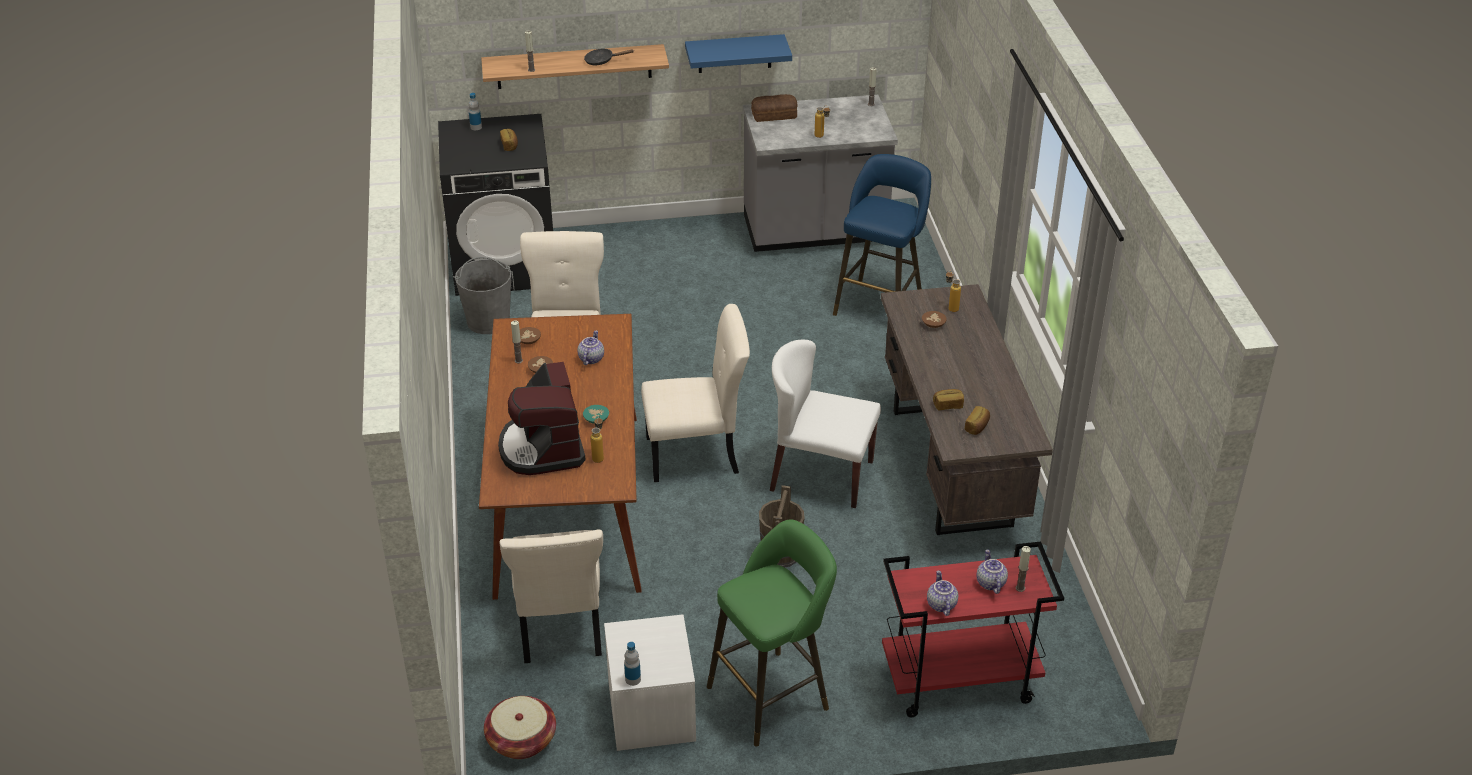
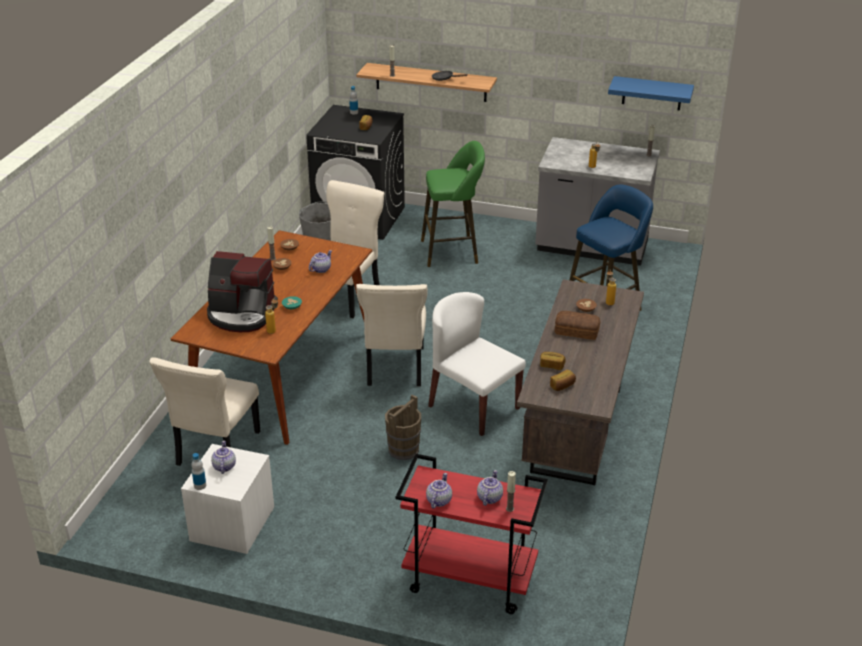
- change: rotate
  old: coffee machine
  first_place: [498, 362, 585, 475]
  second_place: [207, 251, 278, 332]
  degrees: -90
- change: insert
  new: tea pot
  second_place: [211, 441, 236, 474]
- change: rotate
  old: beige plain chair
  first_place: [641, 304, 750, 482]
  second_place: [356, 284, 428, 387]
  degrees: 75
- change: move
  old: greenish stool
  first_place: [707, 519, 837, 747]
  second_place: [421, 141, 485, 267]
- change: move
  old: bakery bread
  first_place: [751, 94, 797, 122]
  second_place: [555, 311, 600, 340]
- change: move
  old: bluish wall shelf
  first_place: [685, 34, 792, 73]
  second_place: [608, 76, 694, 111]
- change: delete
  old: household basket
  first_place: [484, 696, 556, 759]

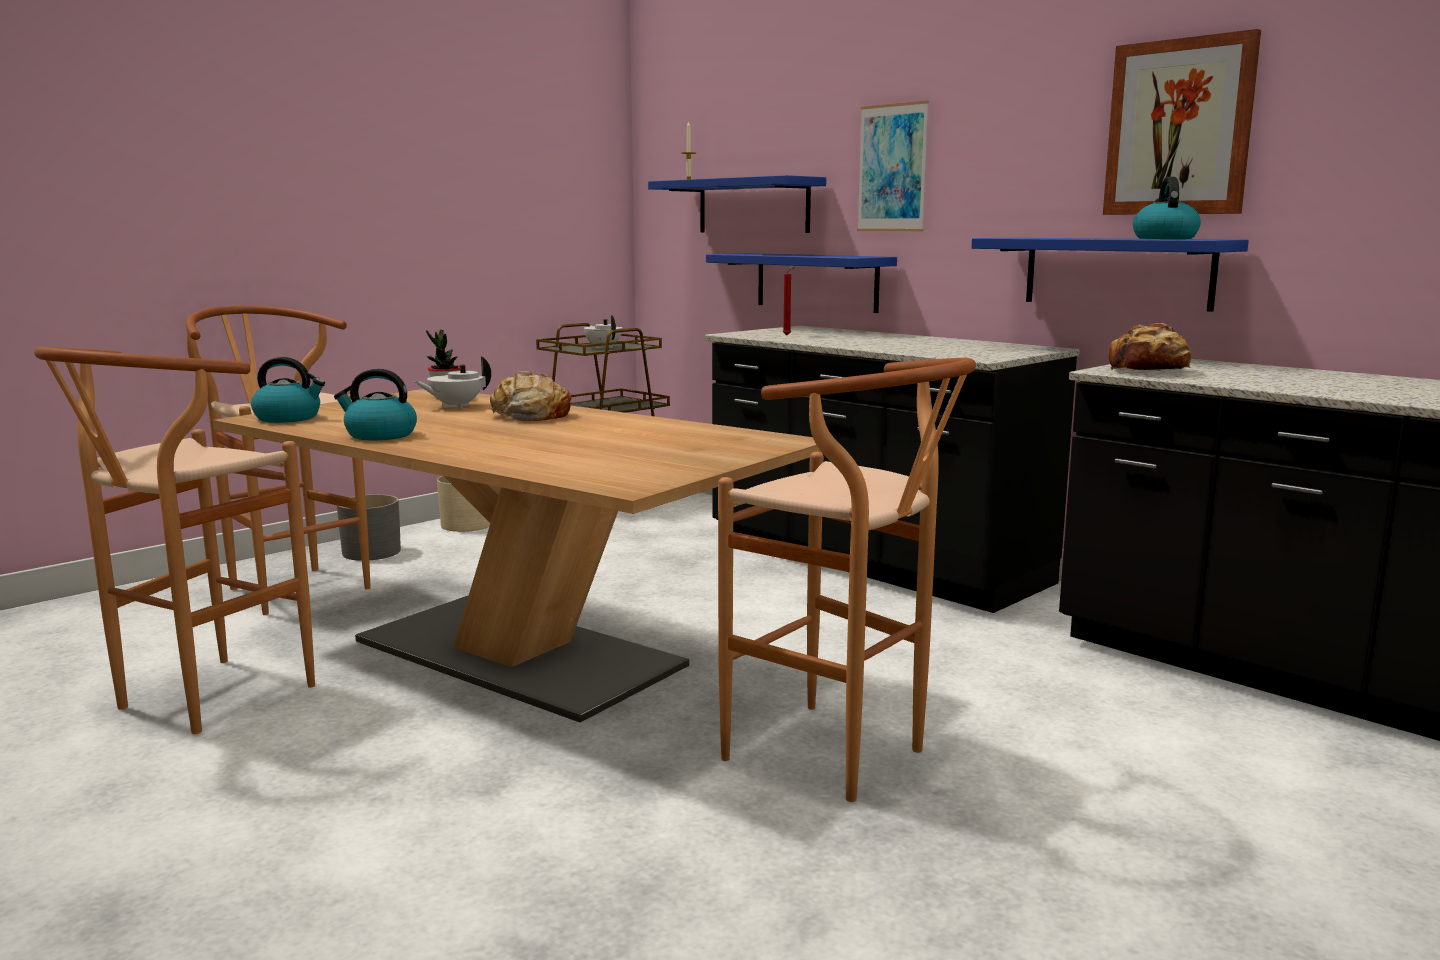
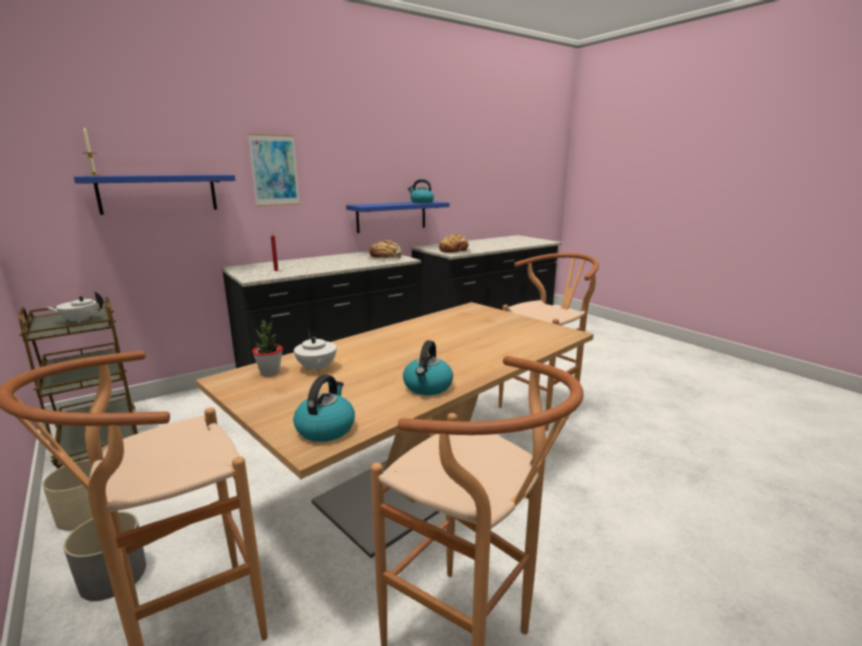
- change: move
  old: bakery bread
  first_place: [490, 371, 572, 421]
  second_place: [369, 240, 402, 259]
- change: delete
  old: bluish wall shelf
  first_place: [706, 253, 897, 313]
- change: delete
  old: picture
  first_place: [1103, 29, 1261, 215]

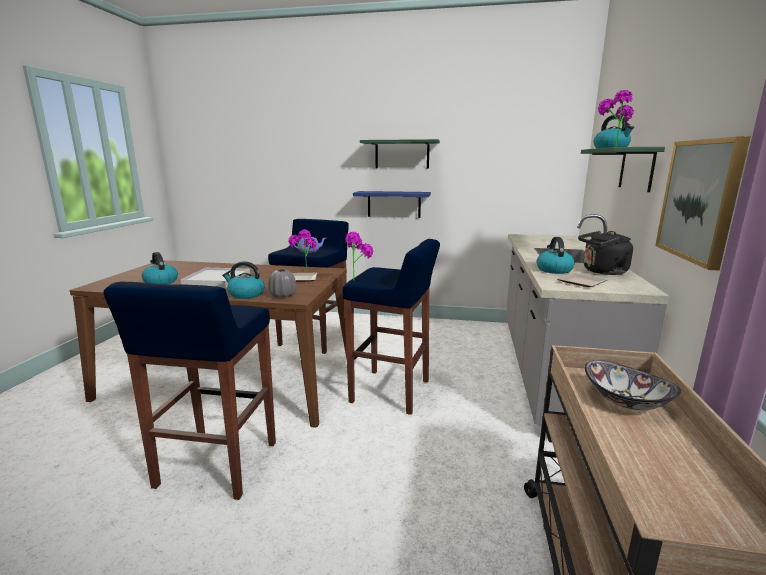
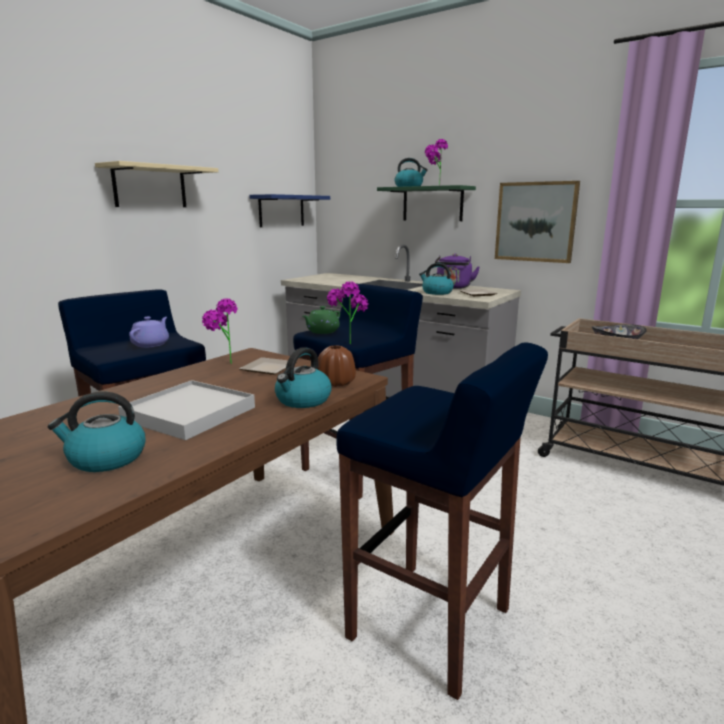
- change: recolor
  old: greenish wall shelf
  new: beige wall shelf
  first_place: [360, 139, 440, 168]
  second_place: [95, 161, 219, 207]
- change: move
  old: bluish wall shelf
  first_place: [353, 191, 431, 218]
  second_place: [249, 194, 330, 227]
- change: insert
  new: greenish tea pot
  second_place: [303, 306, 340, 334]
- change: recolor
  old: gray vase
  new: brown-coloured vase
  first_place: [268, 269, 297, 298]
  second_place: [318, 345, 356, 387]
- change: recolor
  old: black-coloured kettle
  new: purple-coloured kettle
  first_place: [578, 231, 633, 275]
  second_place: [435, 253, 480, 289]

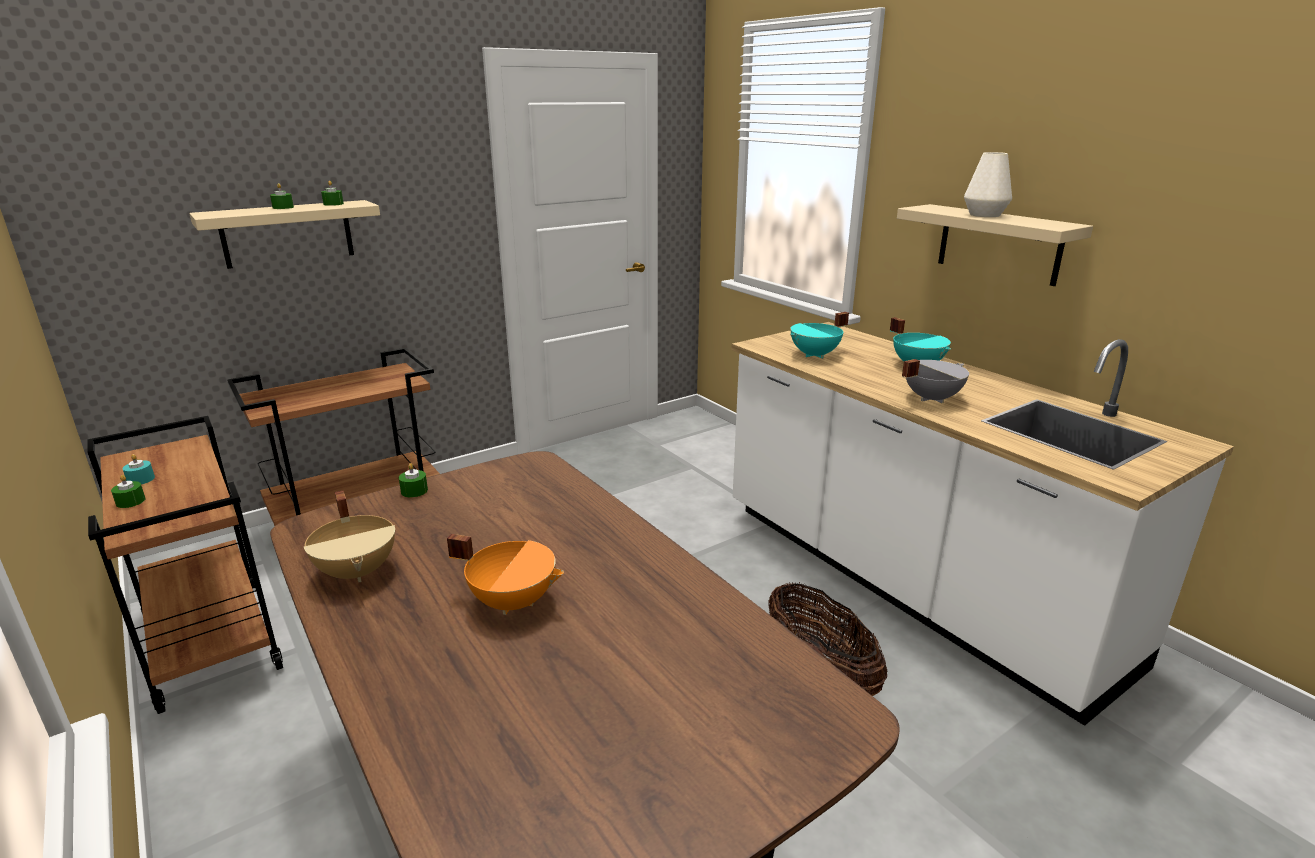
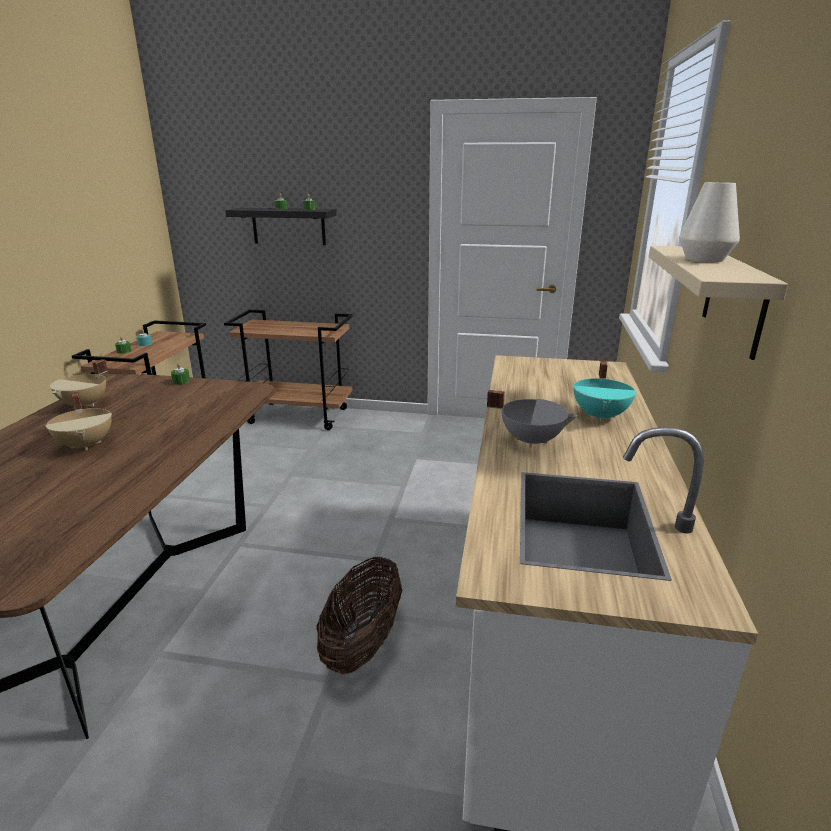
- change: recolor
  old: orange-coloured stockpot
  new: beige stockpot
  first_place: [447, 534, 564, 615]
  second_place: [46, 392, 112, 450]
- change: recolor
  old: beige wall shelf
  new: black-coloured wall shelf
  first_place: [189, 200, 380, 269]
  second_place: [225, 208, 337, 245]
- change: delete
  old: turquoise stockpot
  first_place: [790, 312, 849, 359]

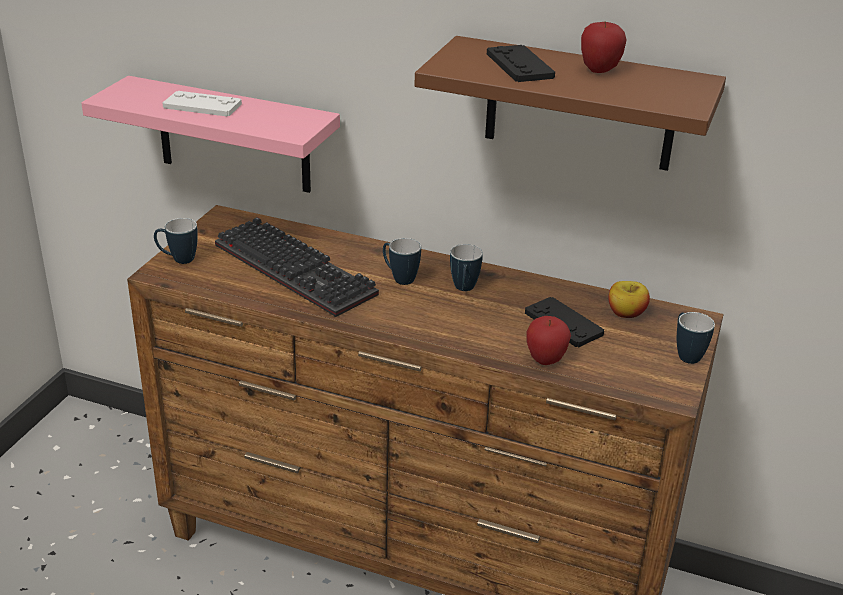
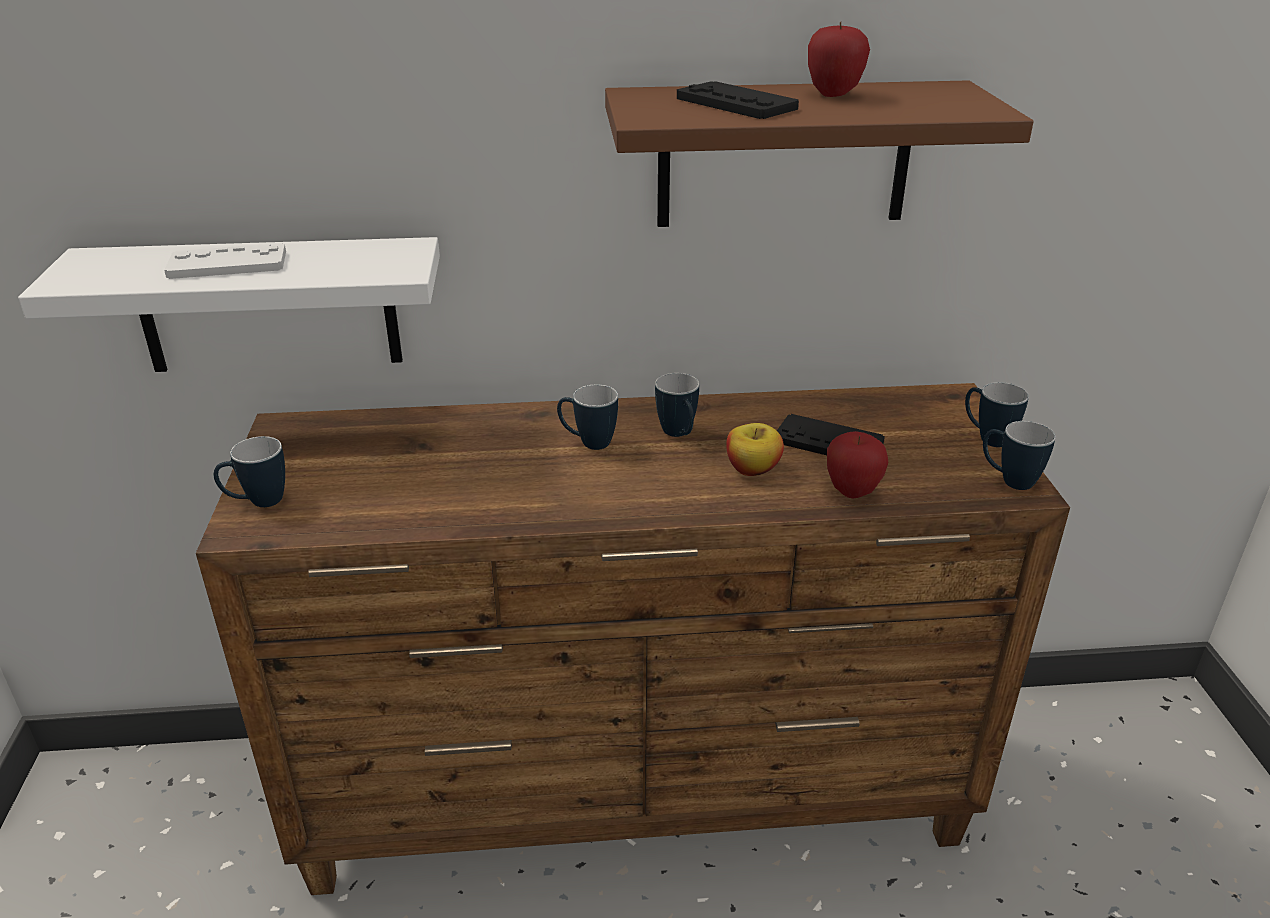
- change: recolor
  old: pink-coloured wall shelf
  new: whitish wall shelf
  first_place: [81, 76, 340, 193]
  second_place: [18, 237, 440, 372]
- change: move
  old: whole apple
  first_place: [608, 281, 650, 318]
  second_place: [726, 423, 784, 476]
- change: insert
  new: tea mug
  second_place: [983, 421, 1056, 490]
- change: delete
  old: keyboard
  first_place: [215, 217, 379, 317]

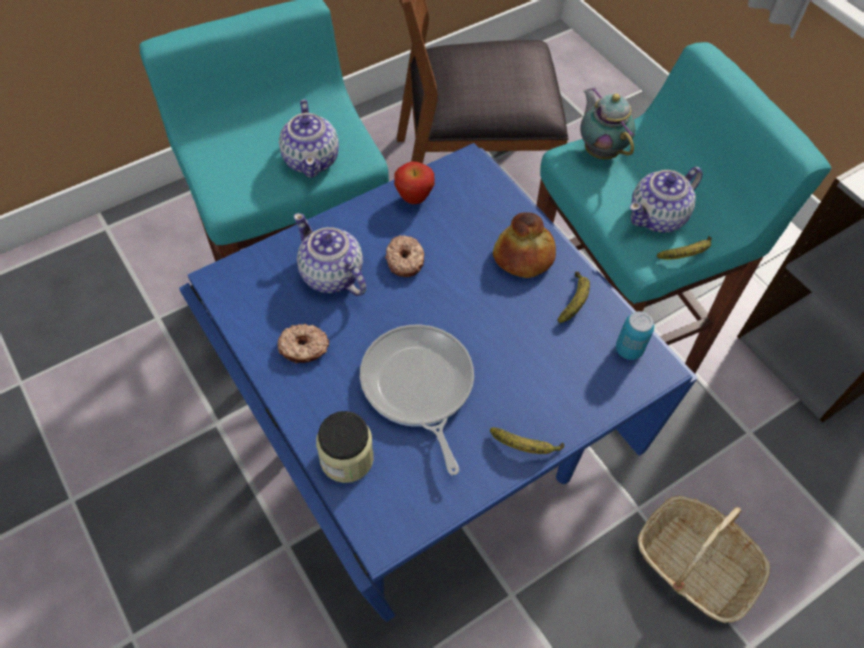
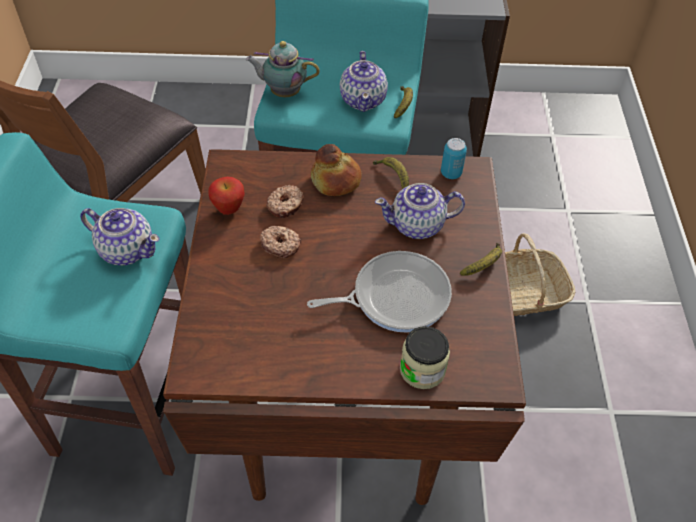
- change: recolor
  old: bluish dinner table
  new: brown-coloured dinner table
  first_place: [179, 143, 697, 622]
  second_place: [163, 149, 526, 505]
- change: move
  old: donut
  first_place: [277, 324, 329, 363]
  second_place: [266, 185, 304, 218]
- change: rotate
  old: skillet
  first_place: [360, 325, 474, 475]
  second_place: [307, 251, 452, 332]
  degrees: 150
- change: move
  old: tea pot
  first_place: [294, 213, 367, 296]
  second_place: [375, 183, 465, 239]

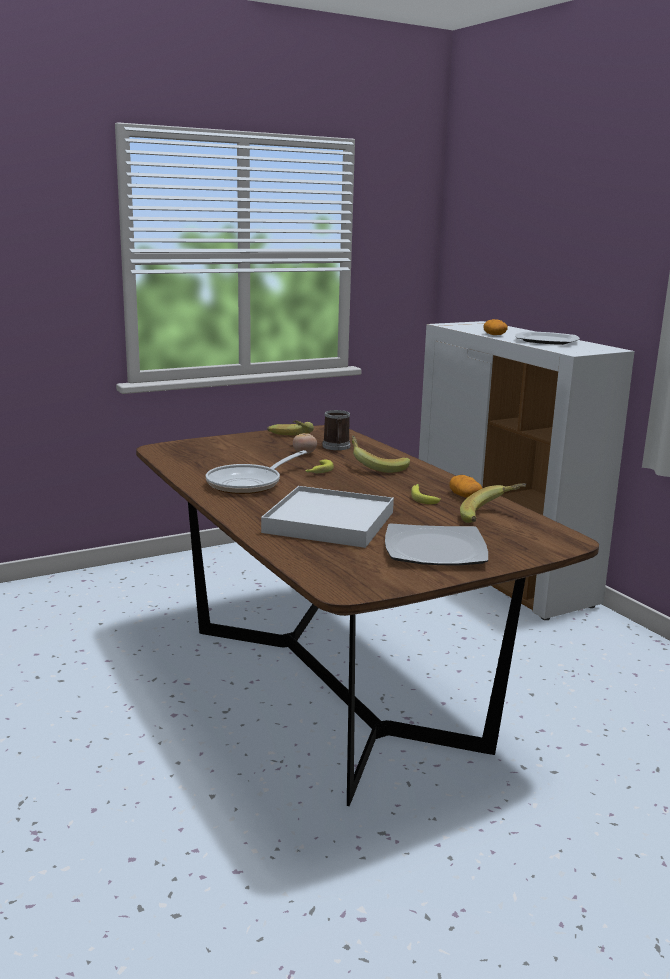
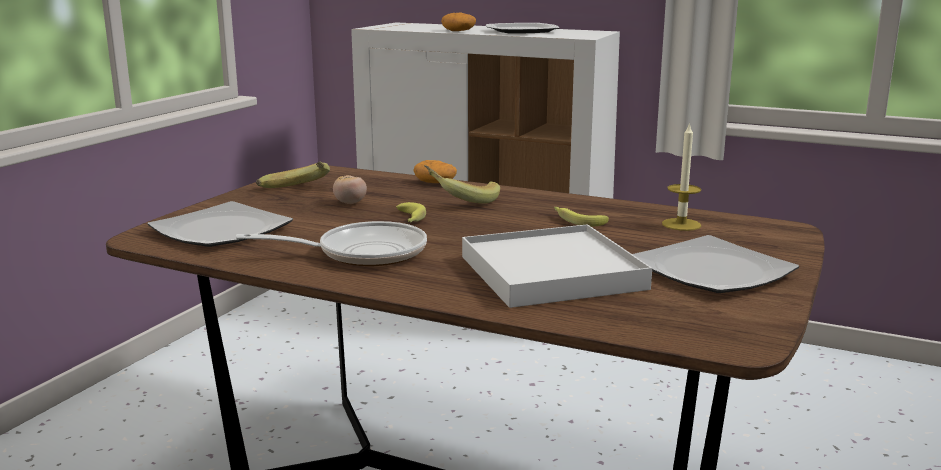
- change: insert
  new: dinner plate
  second_place: [147, 201, 293, 247]
- change: rotate
  old: skillet
  first_place: [206, 450, 307, 494]
  second_place: [236, 221, 427, 266]
  degrees: -105
- change: move
  old: whole potato
  first_place: [449, 475, 482, 498]
  second_place: [413, 160, 457, 183]
- change: replace
  old: whole banana
  new: wax light
  first_place: [460, 483, 527, 523]
  second_place: [662, 122, 701, 231]
- change: delete
  old: tea mug
  first_place: [322, 410, 350, 450]

